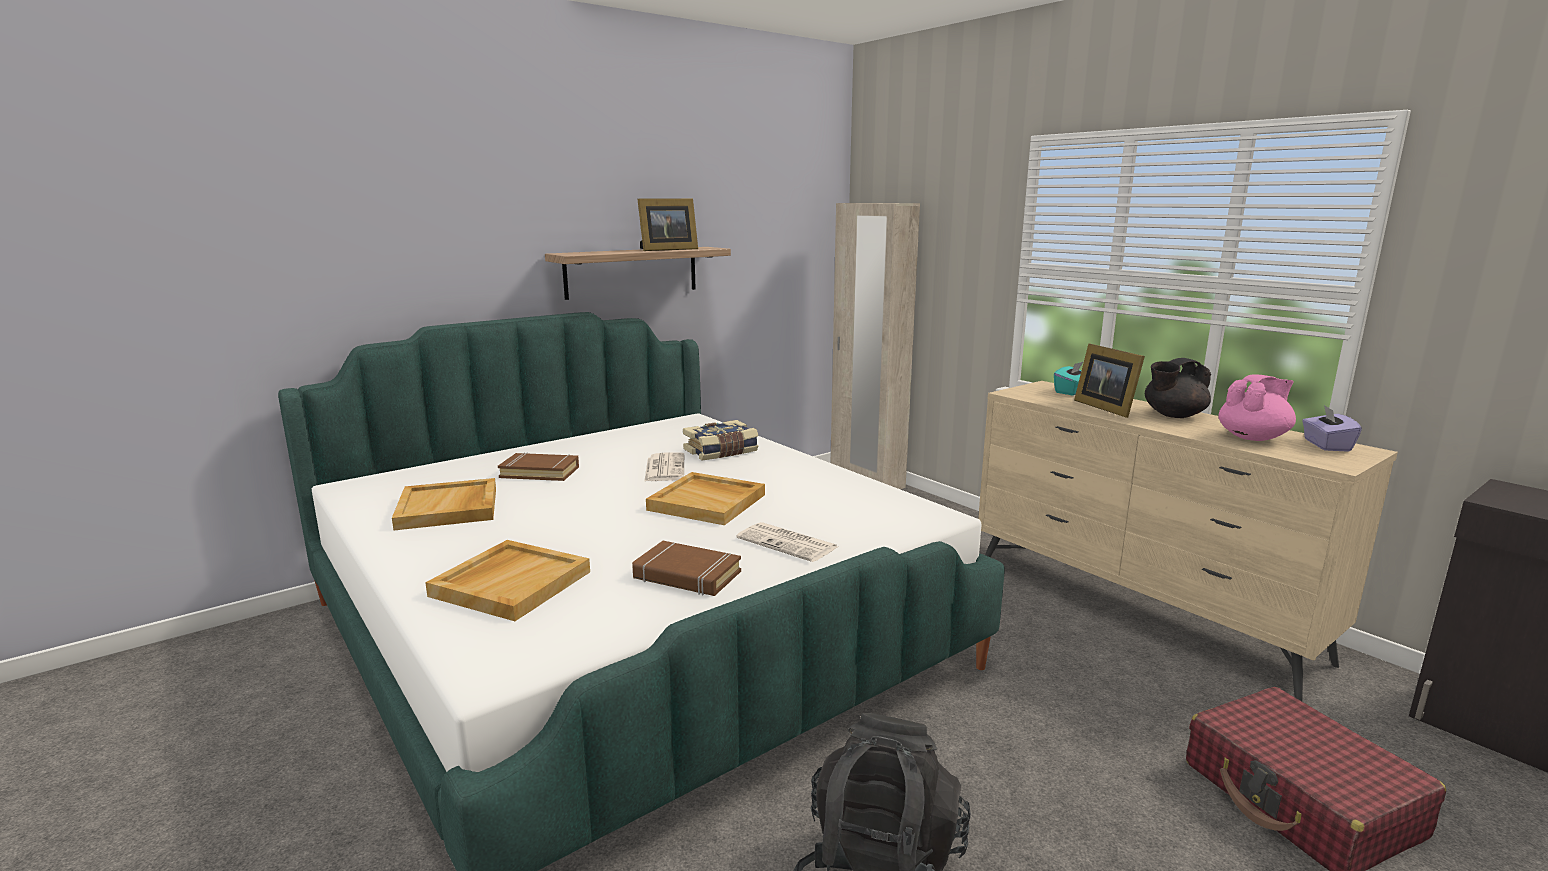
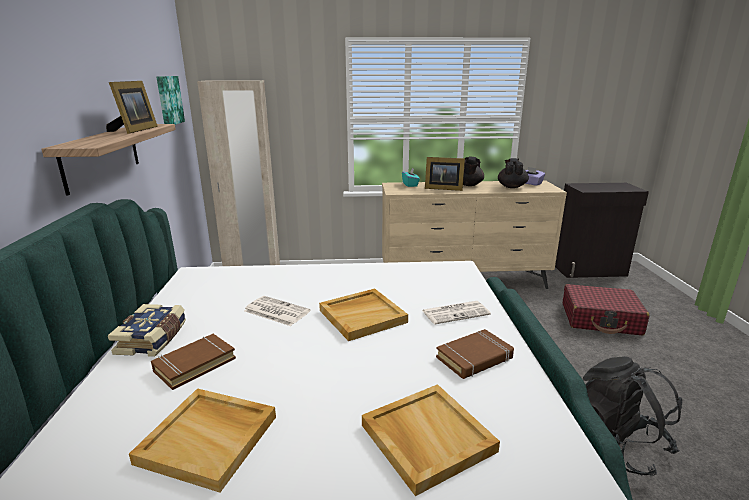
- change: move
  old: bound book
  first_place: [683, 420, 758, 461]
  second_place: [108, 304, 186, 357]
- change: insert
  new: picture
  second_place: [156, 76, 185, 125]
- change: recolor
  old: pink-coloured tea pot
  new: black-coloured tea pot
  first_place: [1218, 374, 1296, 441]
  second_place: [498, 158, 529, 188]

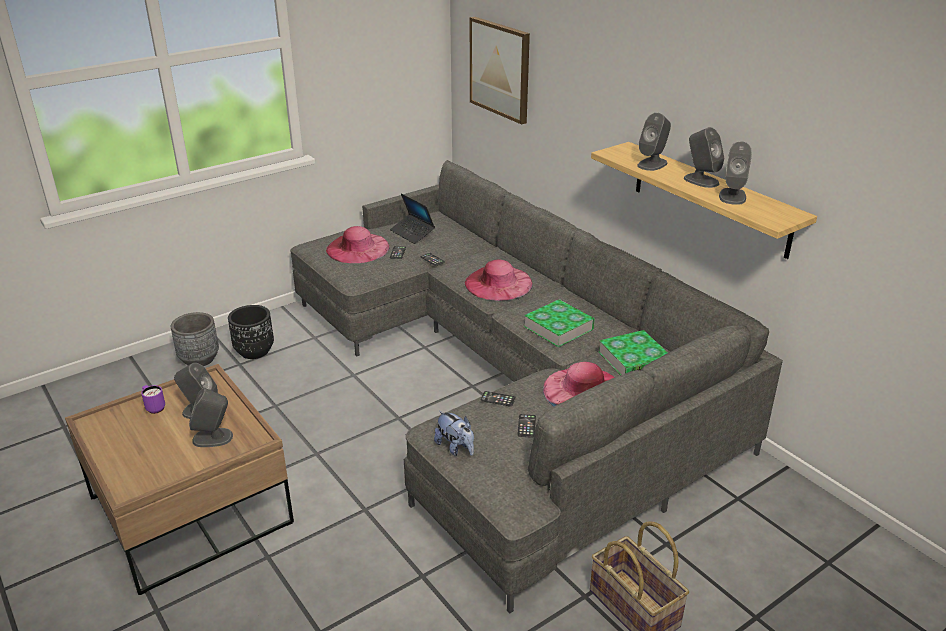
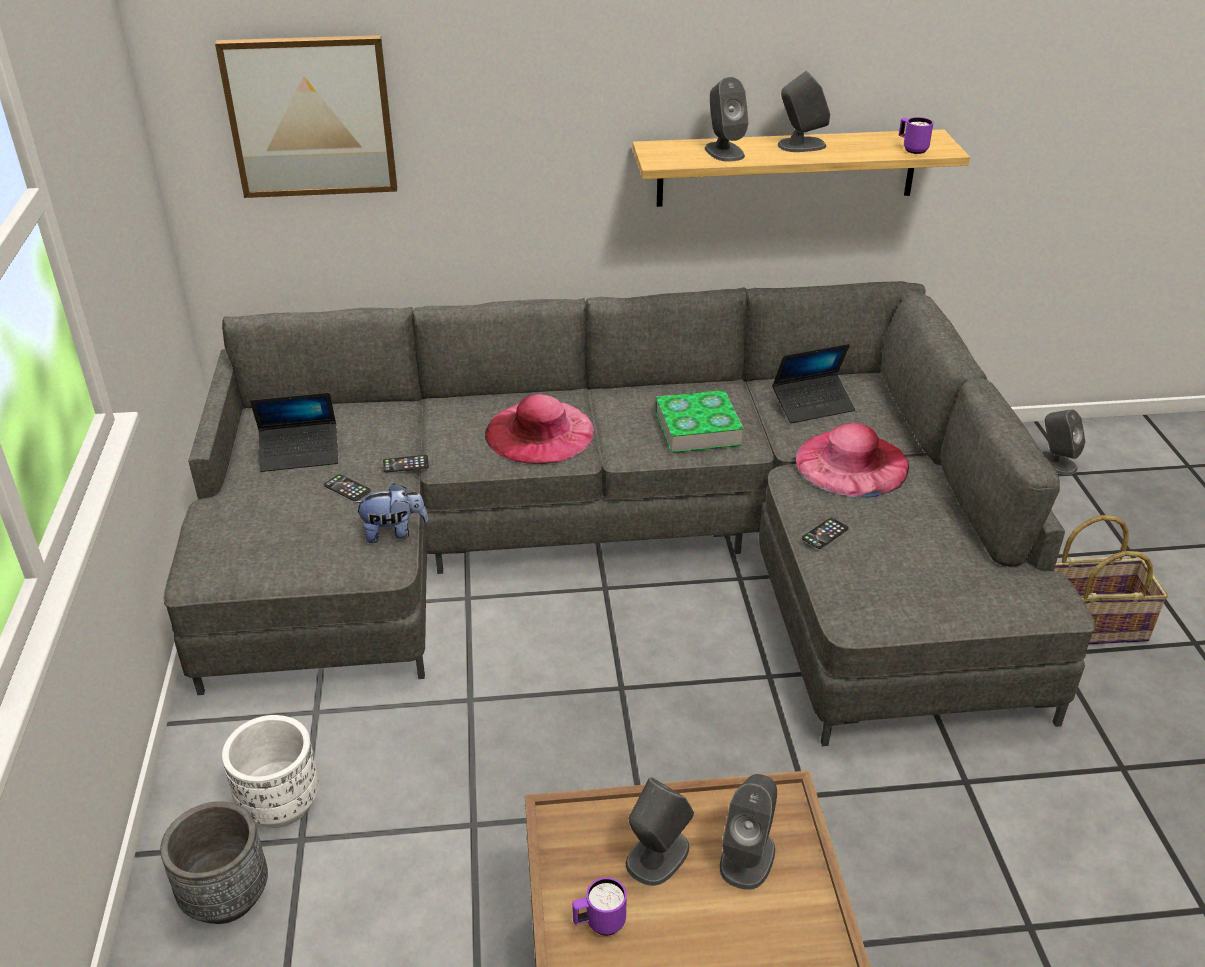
- change: recolor
  old: black-coloured plant pot
  new: whitish plant pot
  first_place: [228, 305, 274, 359]
  second_place: [222, 715, 319, 828]
- change: move
  old: soft toy
  first_place: [434, 411, 474, 456]
  second_place: [353, 483, 428, 543]
- change: replace
  old: bound book
  new: notebook computer
  first_place: [598, 330, 668, 375]
  second_place: [772, 344, 855, 423]
- change: insert
  new: purple-coloured tea mug
  second_place: [899, 117, 934, 154]
- change: move
  old: gray loudspeaker
  first_place: [719, 142, 752, 205]
  second_place: [1042, 409, 1085, 475]
- change: delete
  old: pink-coloured wearable hat
  first_place: [326, 226, 389, 263]
- change: delete
  old: handset
  first_place: [517, 414, 536, 438]

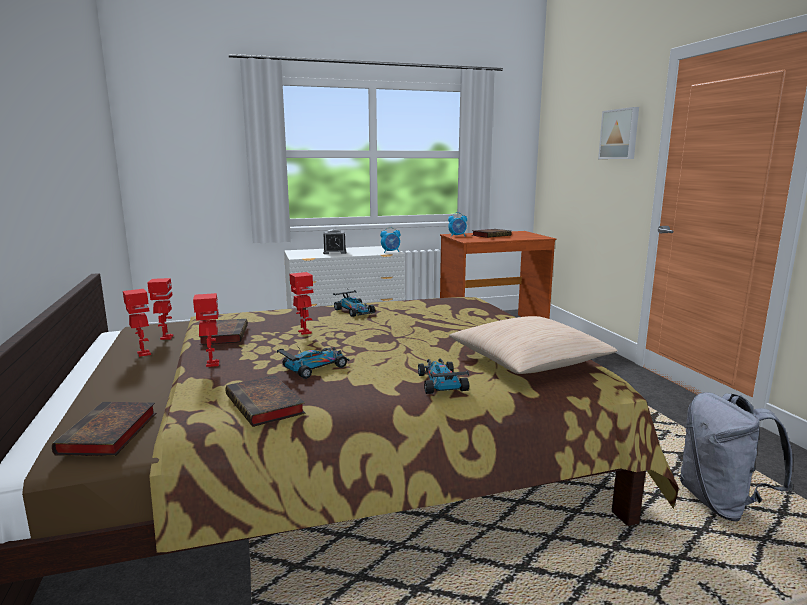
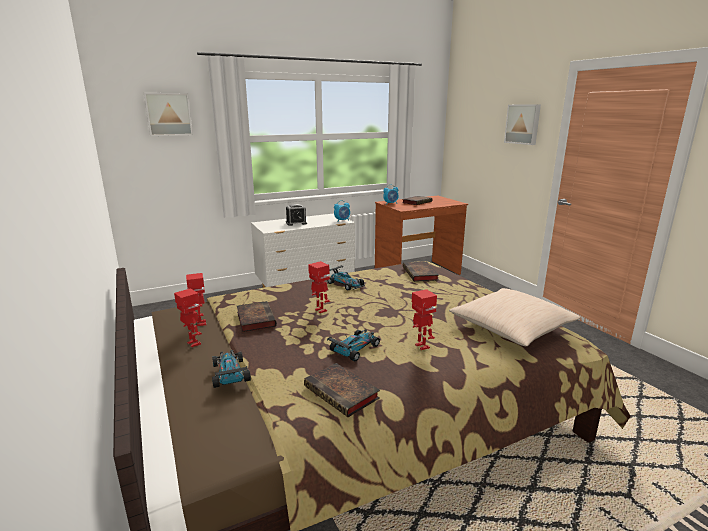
- change: insert
  new: picture
  second_place: [144, 93, 193, 136]
- change: move
  old: toy car
  first_place: [418, 358, 469, 394]
  second_place: [212, 350, 251, 388]
- change: move
  old: bound book
  first_place: [52, 402, 156, 456]
  second_place: [403, 262, 439, 282]
- change: move
  old: robot figure
  first_place: [193, 293, 219, 367]
  second_place: [412, 289, 437, 350]
- change: delete
  old: gray rucksack
  first_place: [680, 392, 793, 522]

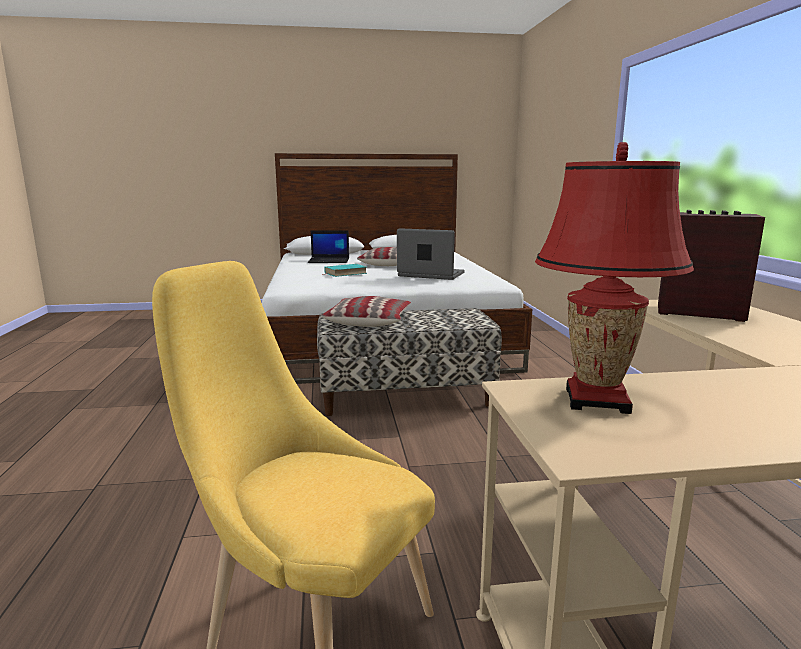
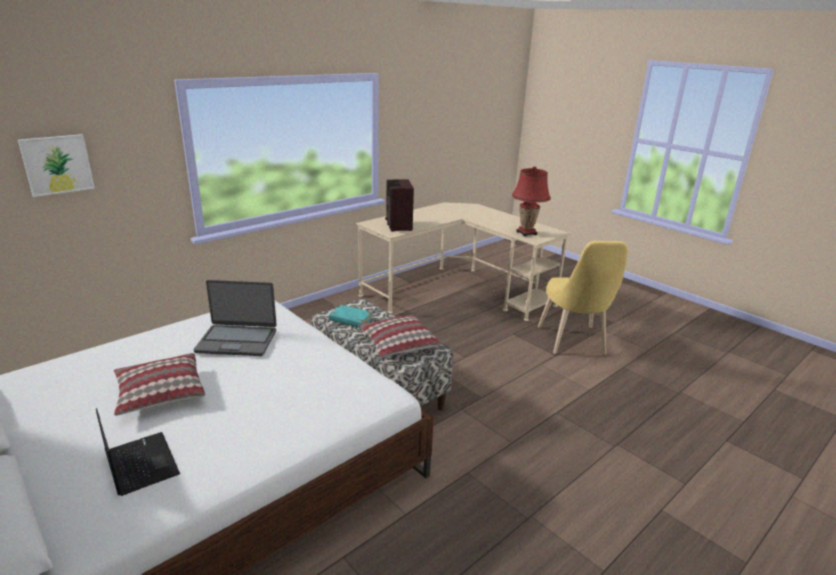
- change: insert
  new: picture
  second_place: [18, 134, 95, 197]
- change: rotate
  old: notebook computer
  first_place: [397, 228, 464, 280]
  second_place: [194, 280, 277, 356]
  degrees: -75
- change: move
  old: turquoise bound book
  first_place: [321, 264, 367, 277]
  second_place: [329, 305, 373, 328]

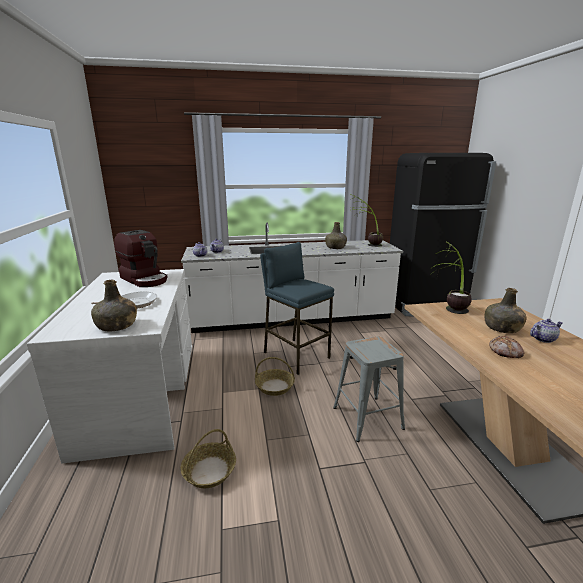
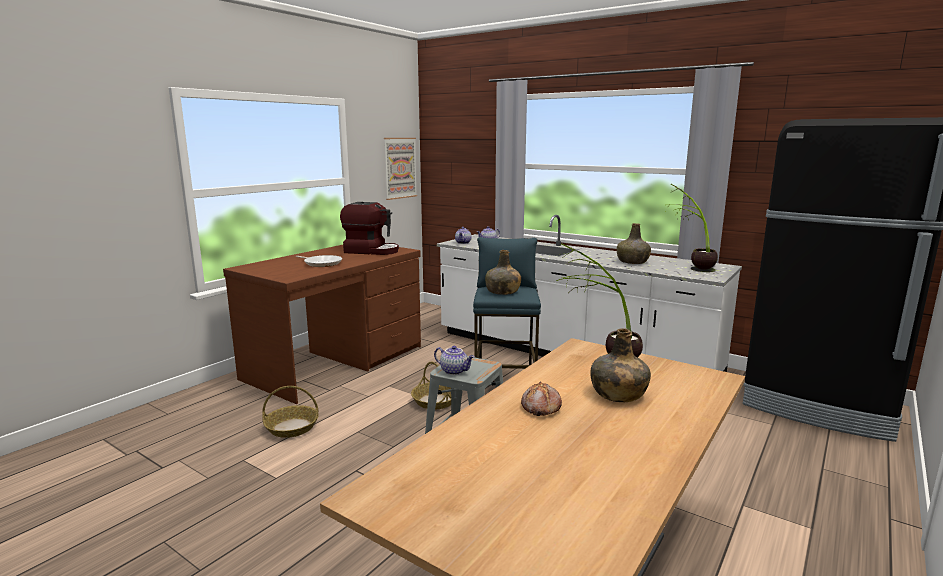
- change: recolor
  old: whitish desk unit
  new: brown-coloured desk unit
  first_place: [27, 269, 192, 463]
  second_place: [223, 245, 421, 404]
- change: rotate
  old: coffee machine
  first_place: [114, 230, 168, 287]
  second_place: [340, 202, 399, 255]
  degrees: -75
- change: insert
  new: picture
  second_place: [384, 138, 417, 200]
- change: move
  old: tea pot
  first_place: [530, 319, 563, 343]
  second_place: [434, 346, 475, 375]
- change: move
  old: greenish drink bottle
  first_place: [91, 280, 137, 331]
  second_place: [485, 250, 521, 295]

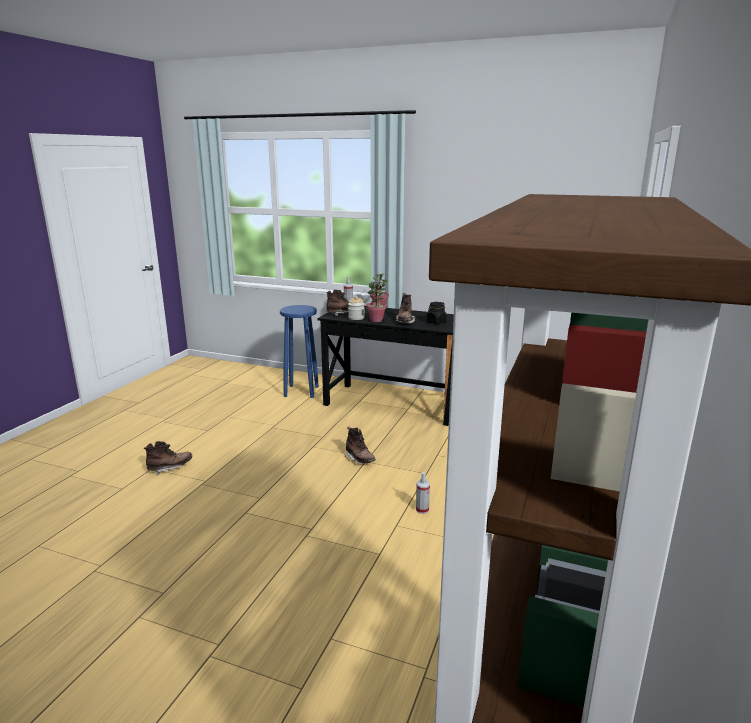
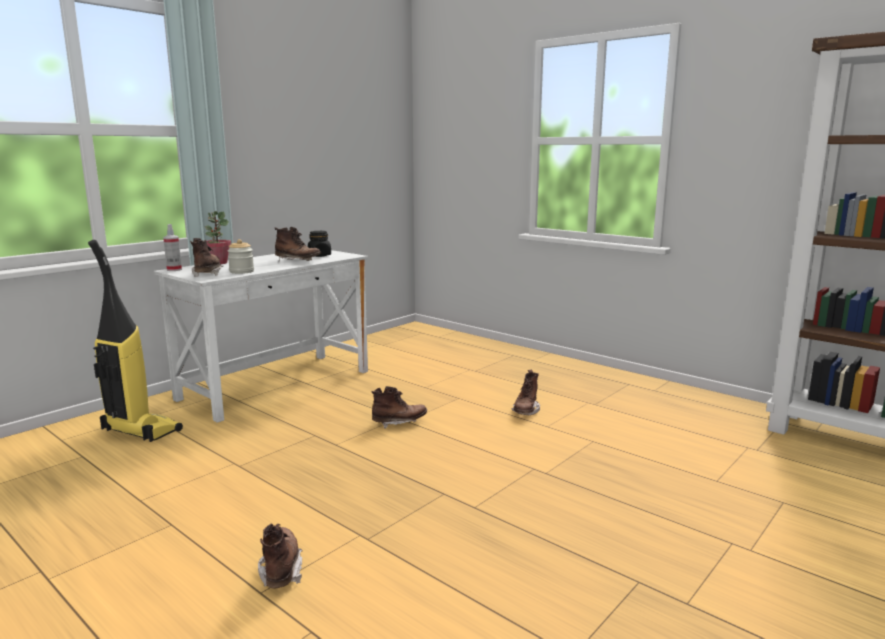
- change: replace
  old: bluish stool
  new: vacuum cleaner
  first_place: [280, 305, 319, 398]
  second_place: [88, 240, 183, 442]
- change: recolor
  old: black-coloured desk unit
  new: whitish desk unit
  first_place: [318, 306, 454, 426]
  second_place: [154, 250, 368, 423]
- change: replace
  old: hand sprayer
  new: brown-coloured tall boot
  first_place: [416, 472, 430, 514]
  second_place: [511, 370, 540, 415]
- change: delete
  old: plant in a pot
  first_place: [366, 282, 387, 322]

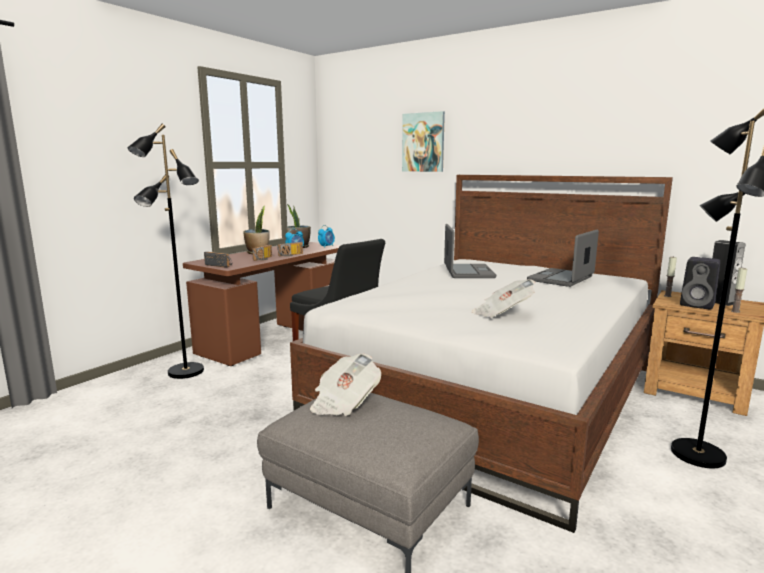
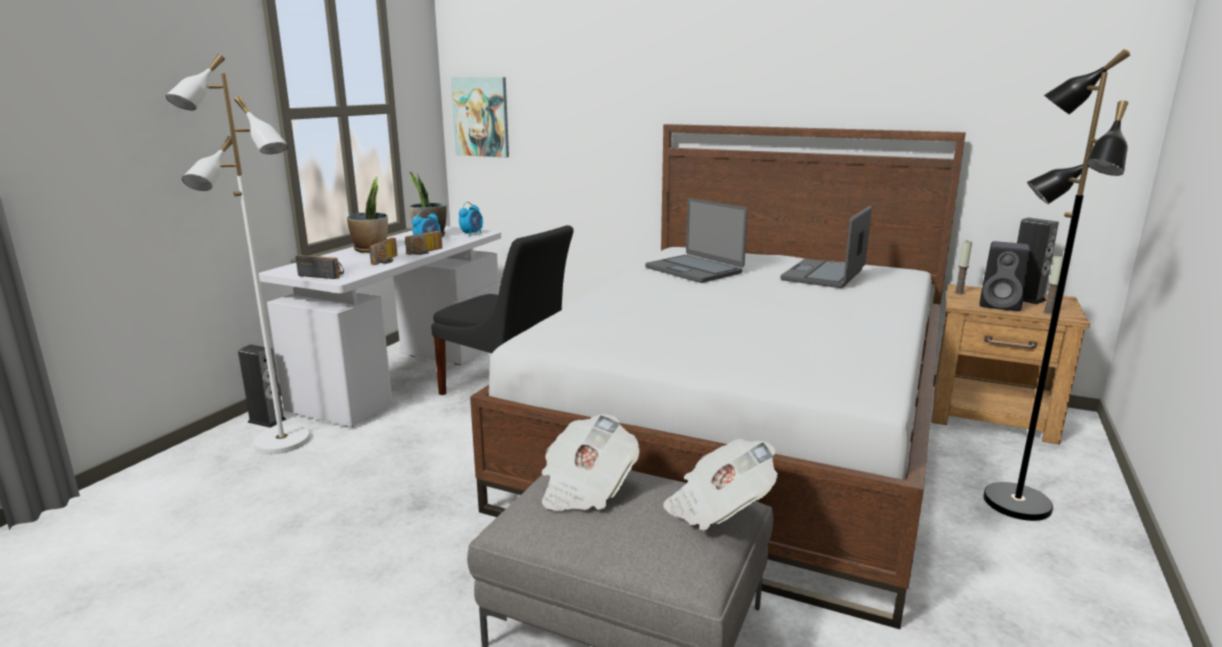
- change: recolor
  old: black-coloured standing lamp
  new: whitish standing lamp
  first_place: [128, 124, 204, 379]
  second_place: [165, 54, 310, 454]
- change: insert
  new: loudspeaker
  second_place: [238, 345, 286, 428]
- change: recolor
  old: brown-coloured desk unit
  new: whitish desk unit
  first_place: [183, 242, 341, 366]
  second_place: [259, 226, 501, 427]
- change: move
  old: picture
  first_place: [402, 111, 445, 172]
  second_place: [451, 77, 509, 157]
- change: rotate
  old: notebook computer
  first_place: [444, 224, 496, 278]
  second_place: [645, 198, 748, 283]
  degrees: 150
- change: move
  old: printed paper
  first_place: [472, 279, 536, 318]
  second_place: [664, 439, 778, 530]

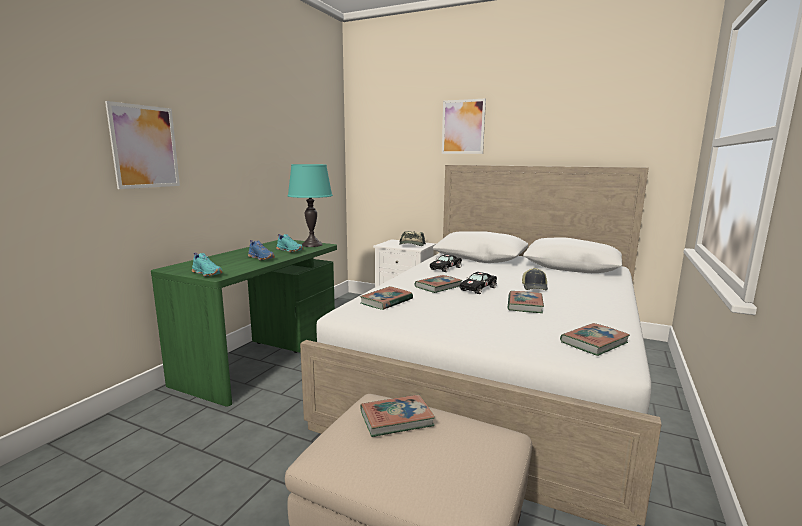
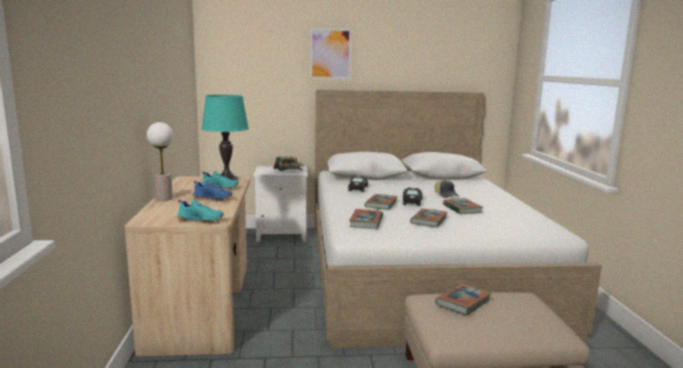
- change: recolor
  old: greenish desk unit
  new: beige desk unit
  first_place: [151, 240, 337, 406]
  second_place: [124, 177, 250, 356]
- change: insert
  new: lamp for a table
  second_place: [147, 122, 173, 201]
- change: move
  old: bound book
  first_place: [560, 323, 630, 356]
  second_place: [410, 209, 448, 227]
- change: delete
  old: picture
  first_place: [105, 101, 180, 189]

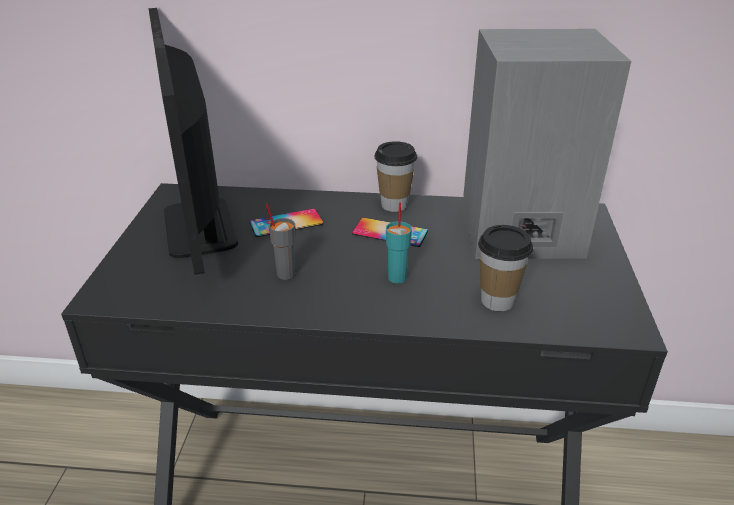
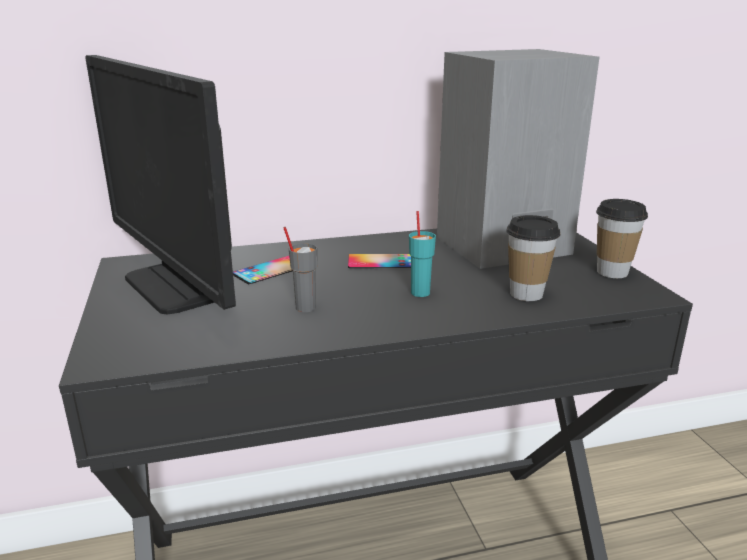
- change: move
  old: small cup
  first_place: [374, 141, 417, 212]
  second_place: [596, 199, 648, 278]

